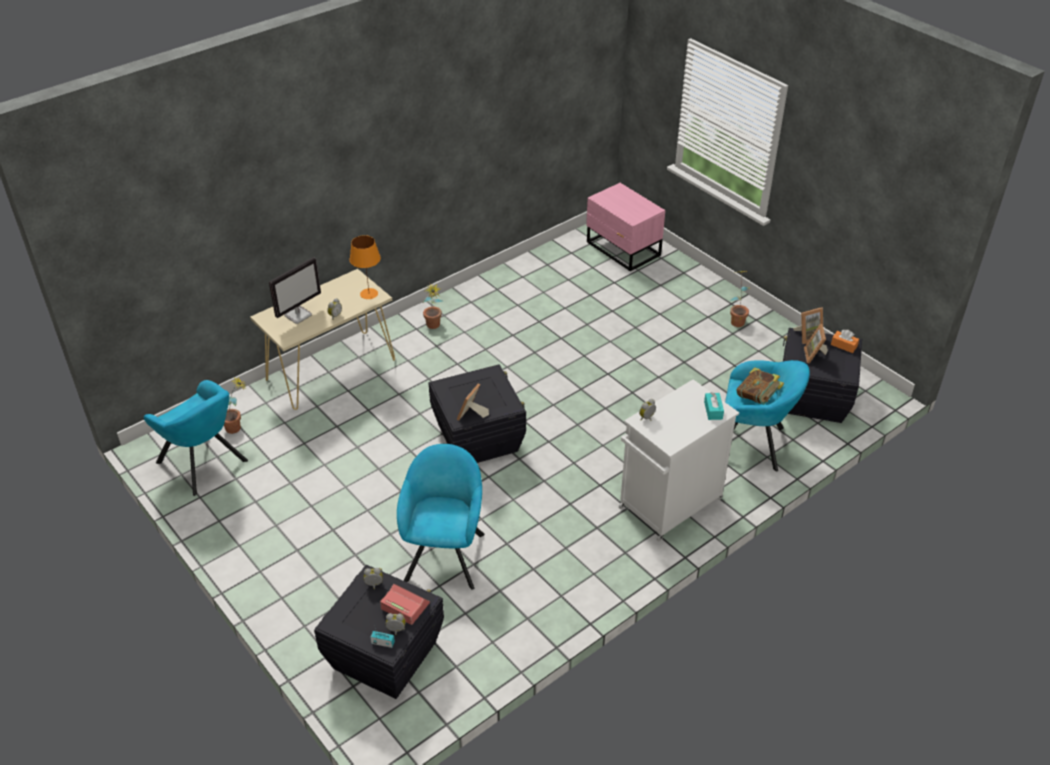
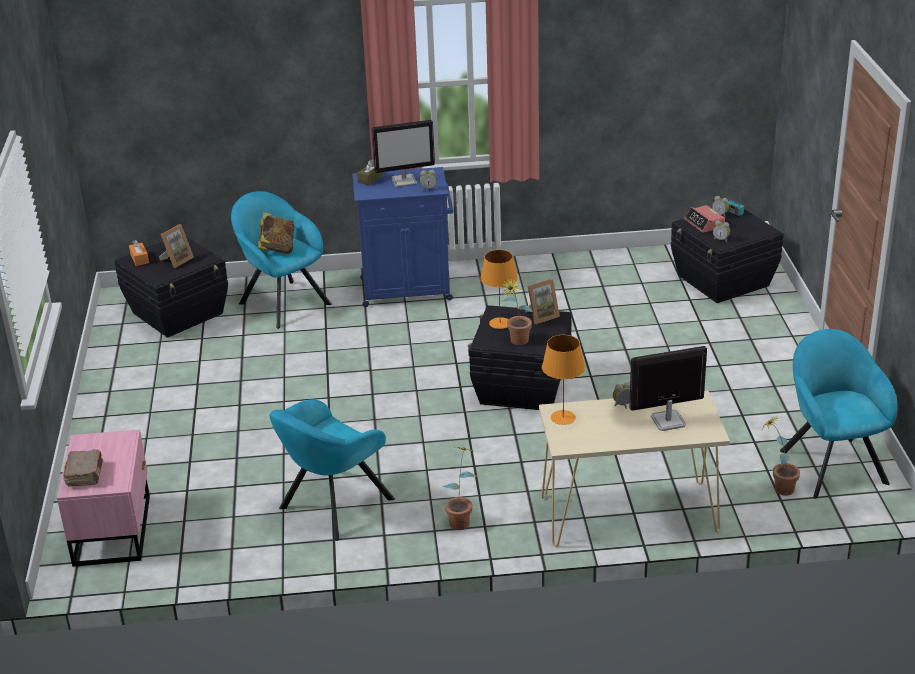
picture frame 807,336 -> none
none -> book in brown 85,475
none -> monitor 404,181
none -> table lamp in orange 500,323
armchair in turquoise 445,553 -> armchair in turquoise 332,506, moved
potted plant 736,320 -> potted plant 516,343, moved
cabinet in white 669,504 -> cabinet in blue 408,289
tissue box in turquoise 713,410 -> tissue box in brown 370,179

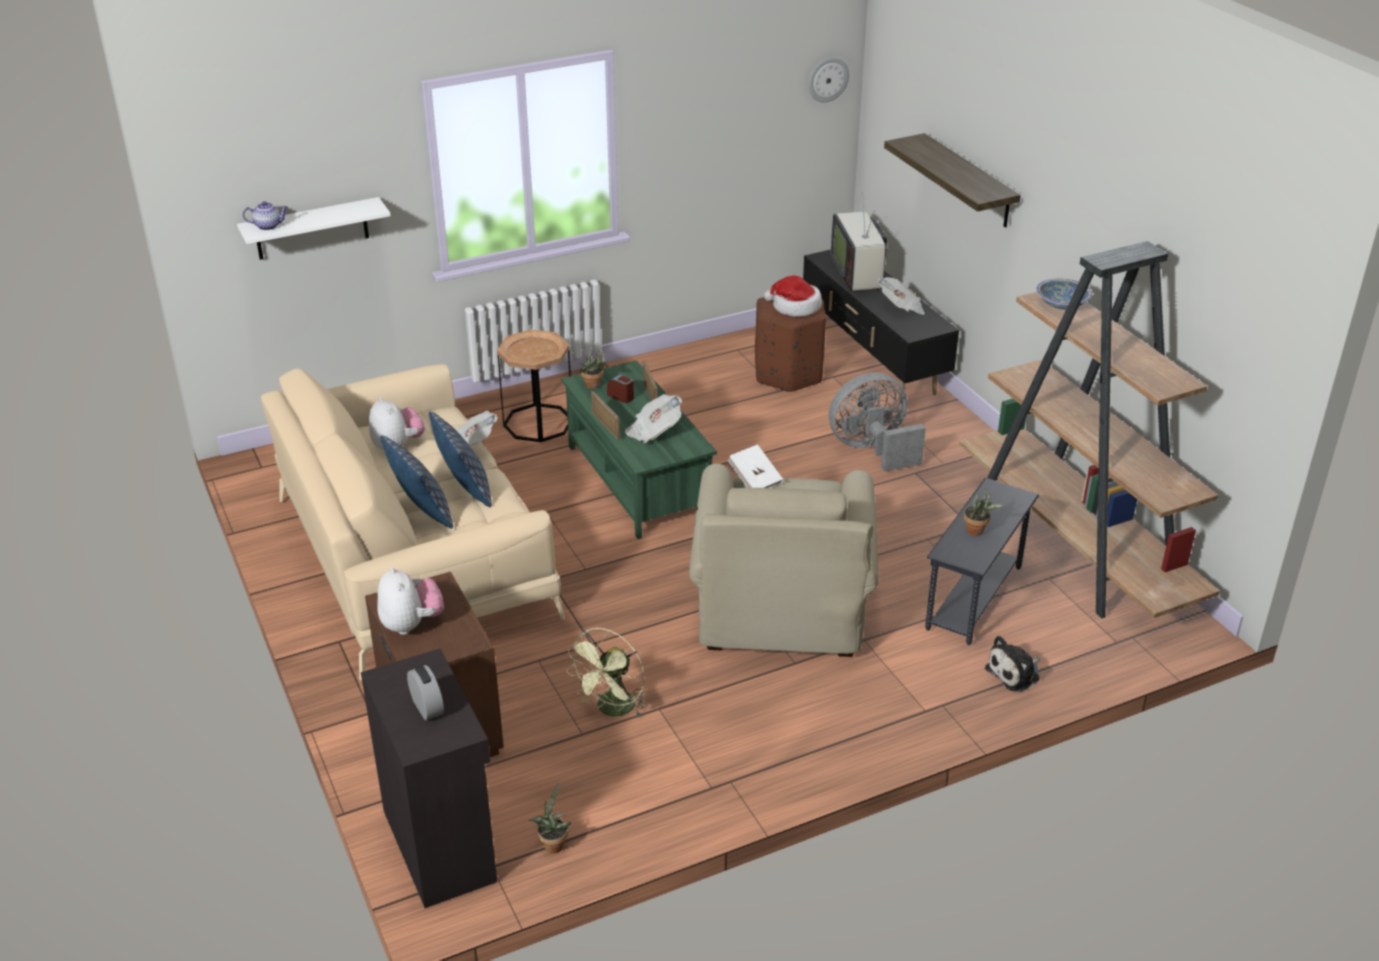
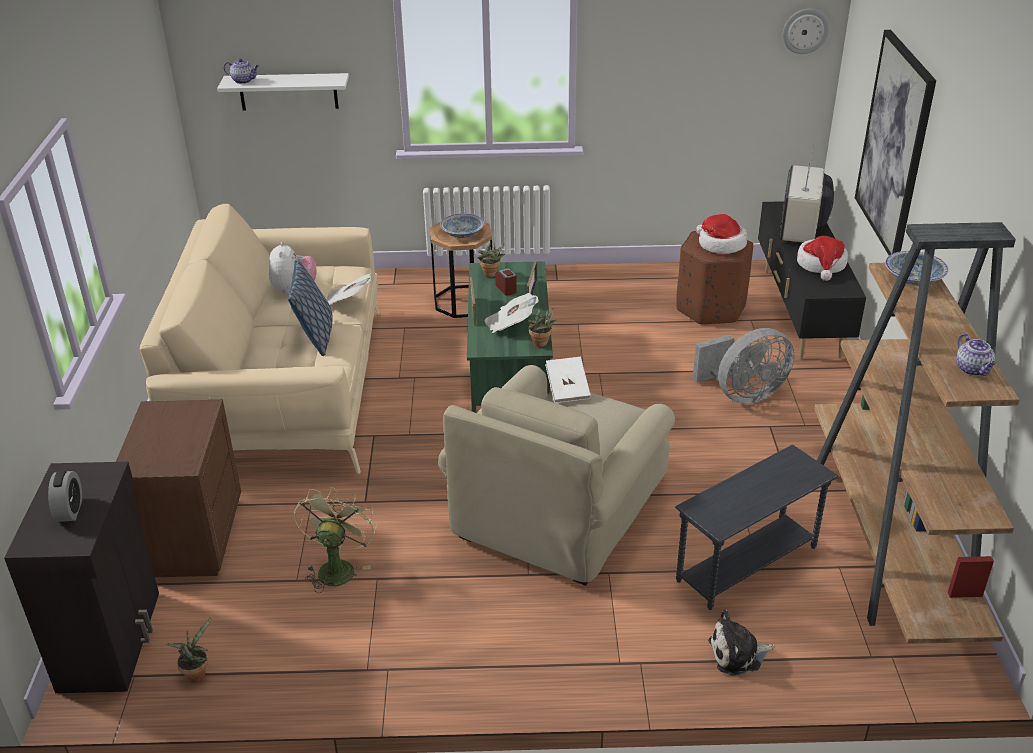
plush toy 411,624 -> none
pillow 422,513 -> none
none -> bowl 462,234
none -> teapot 973,369
potted plant 977,531 -> potted plant 541,344, moved
newspaper 901,308 -> hat 821,265
shelf 968,181 -> picture 894,144
fan in green 612,710 -> fan in green 337,567, 135 degrees clockwise
fan in grey 872,450 -> fan in grey 743,394, 150 degrees clockwise

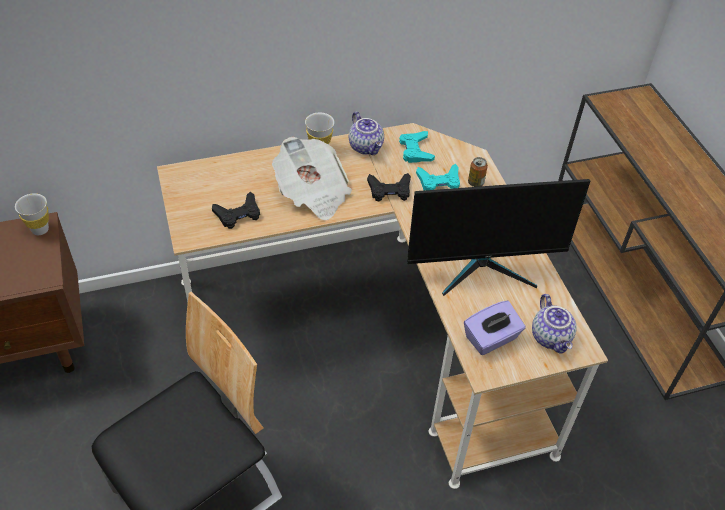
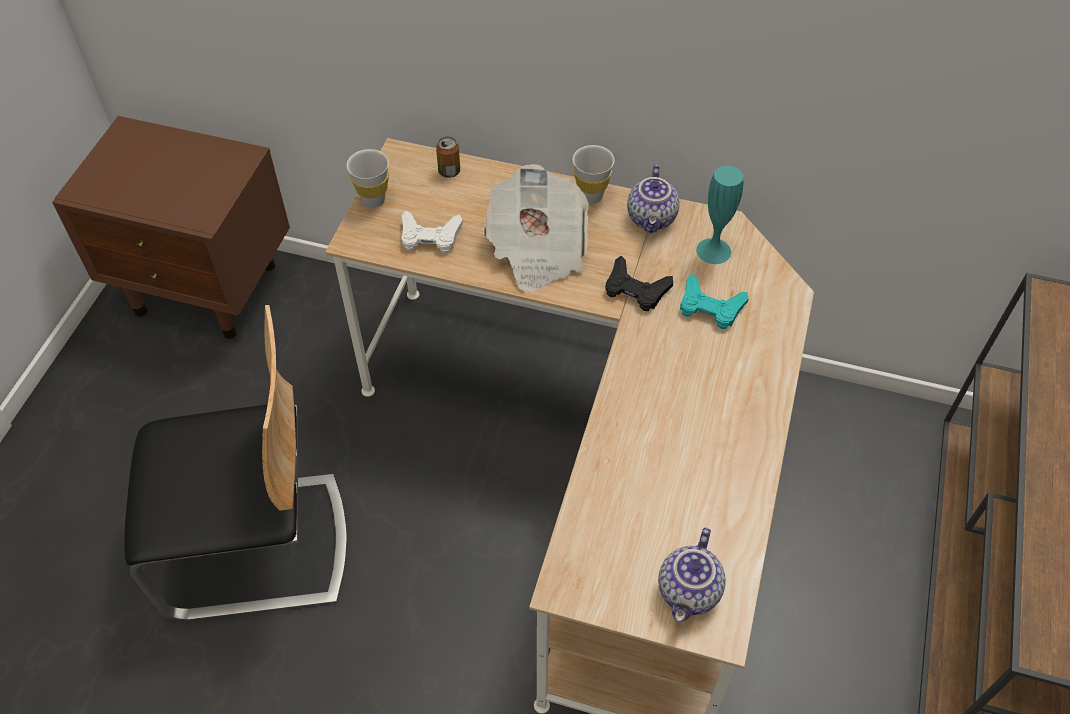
monitor 484,268 -> none
tissue box in purple 491,339 -> none
cup in white 40,229 -> cup in white 373,200, moved
can 475,183 -> can 449,171, moved
game controller in turquoise 415,150 -> vase in turquoise 713,251
game controller in black 238,214 -> game controller in white 430,237

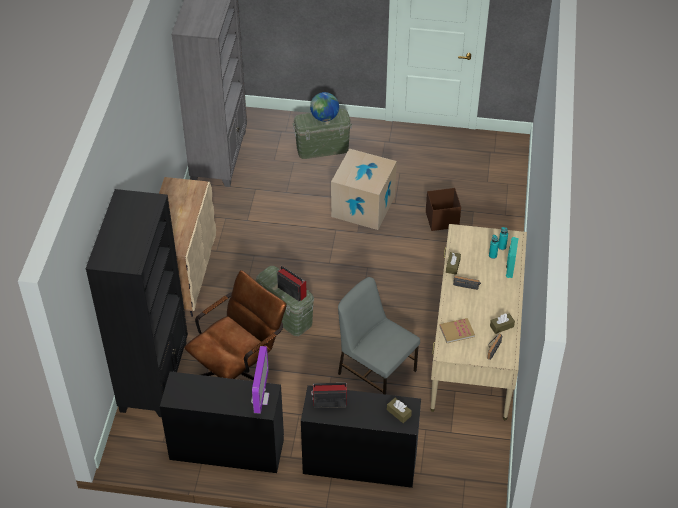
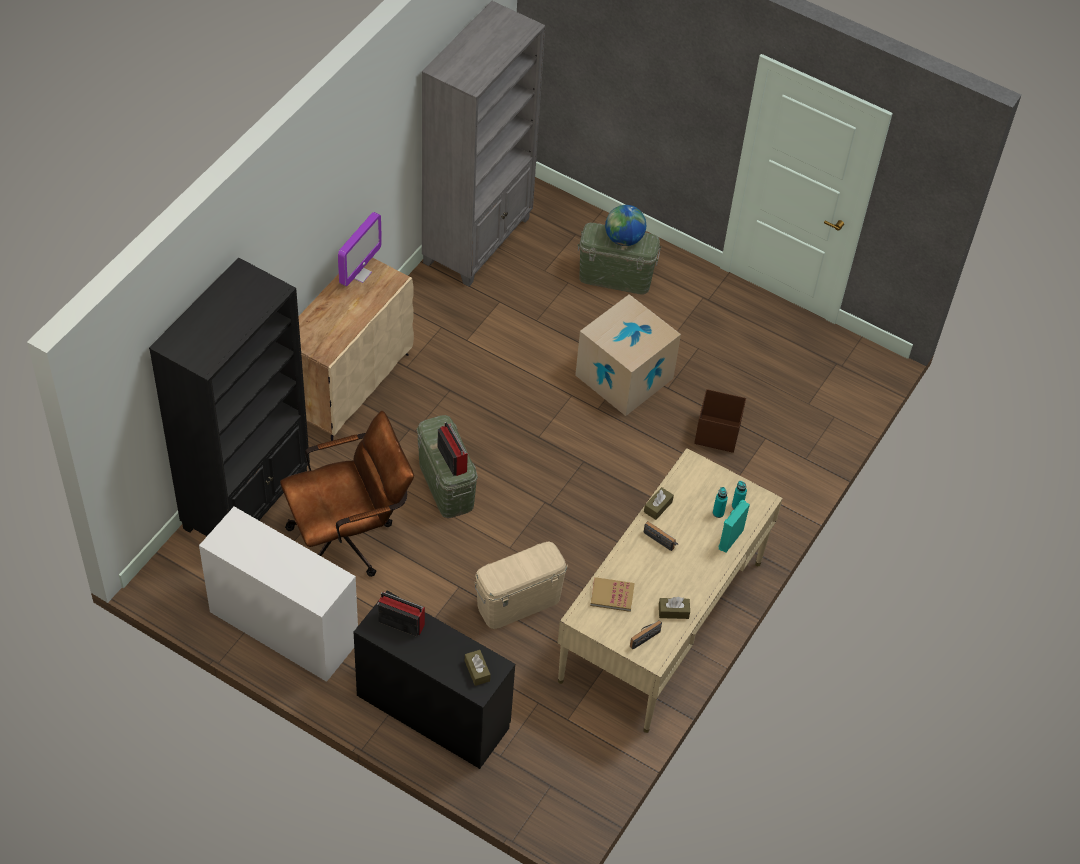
monitor 260,398 -> monitor 359,274, moved
chair in grey 376,371 -> storage box in beige 518,602
desk in black 226,449 -> desk in white 283,627

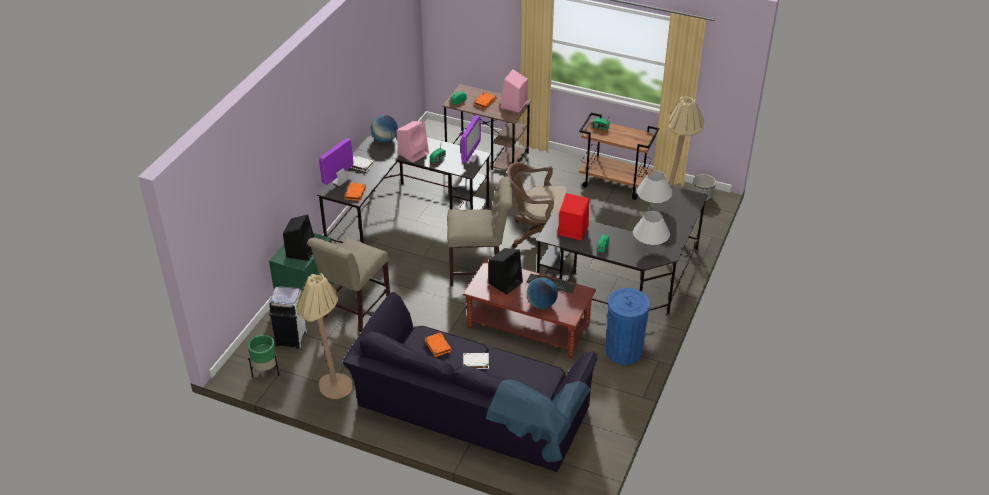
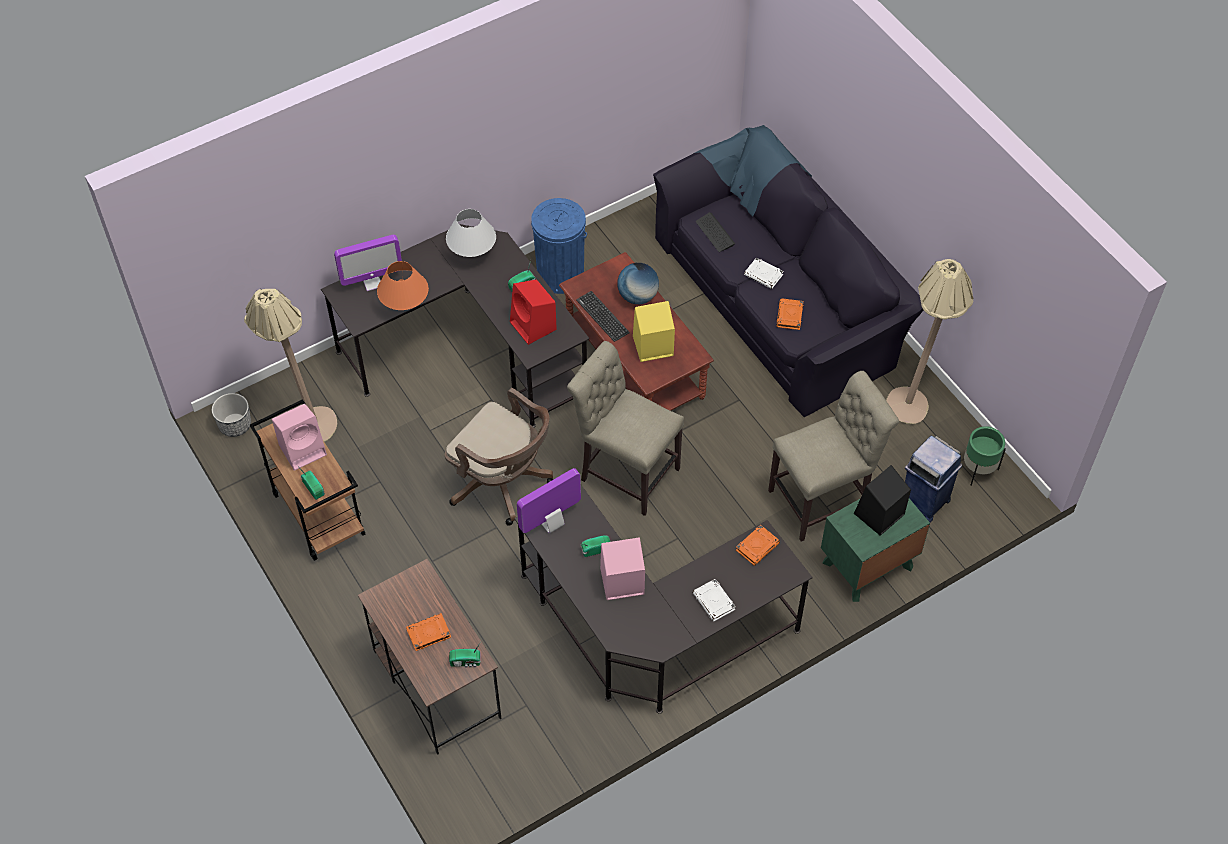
globe 385,139 -> none
none -> keyboard 715,233
monitor 339,182 -> monitor 372,282, moved
speaker in pink 513,105 -> speaker in pink 304,449, moved
trash can in white 291,338 -> trash can in blue 924,500
speaker in black 506,282 -> speaker in yellow 652,346
table lamp in white 652,207 -> table lamp in orange 405,307

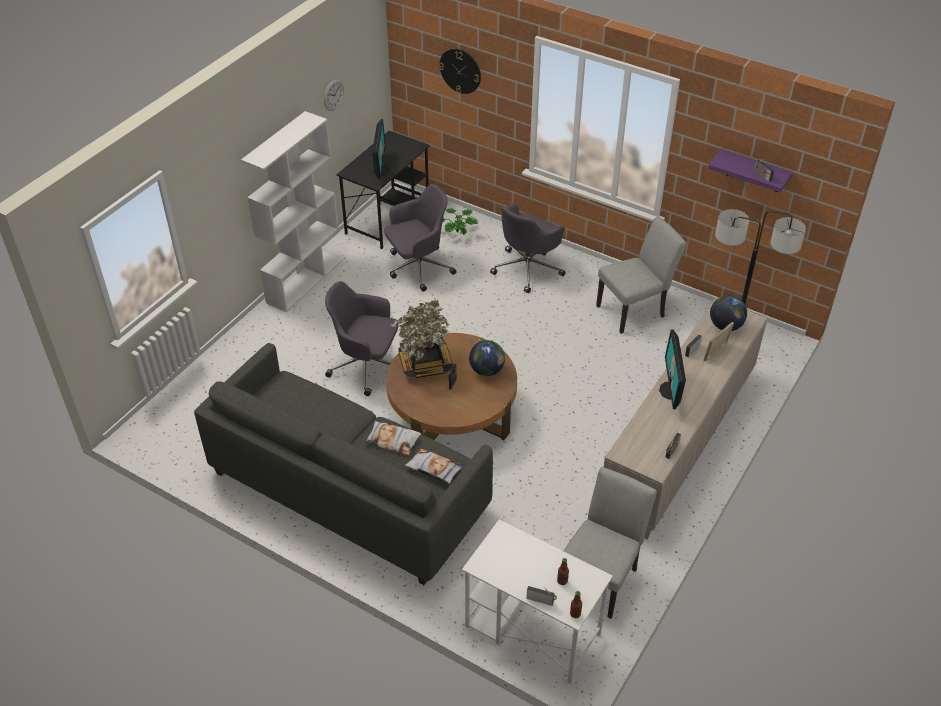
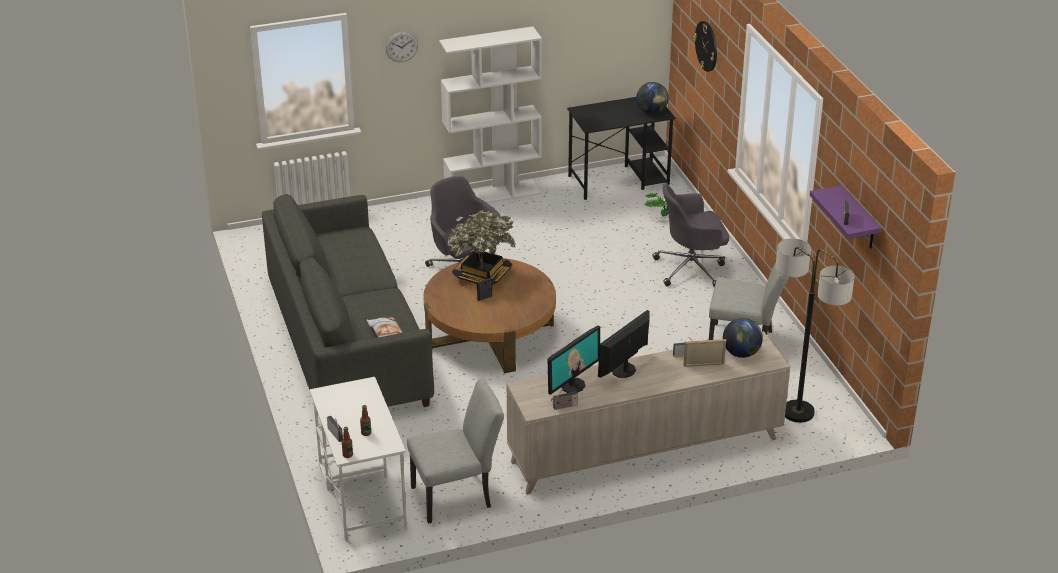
pillow 393,440 -> none
office chair in grey 418,268 -> none
wall clock 333,95 -> wall clock 401,47, moved
monitor 380,169 -> monitor 572,385, moved
globe 487,370 -> globe 652,112, moved

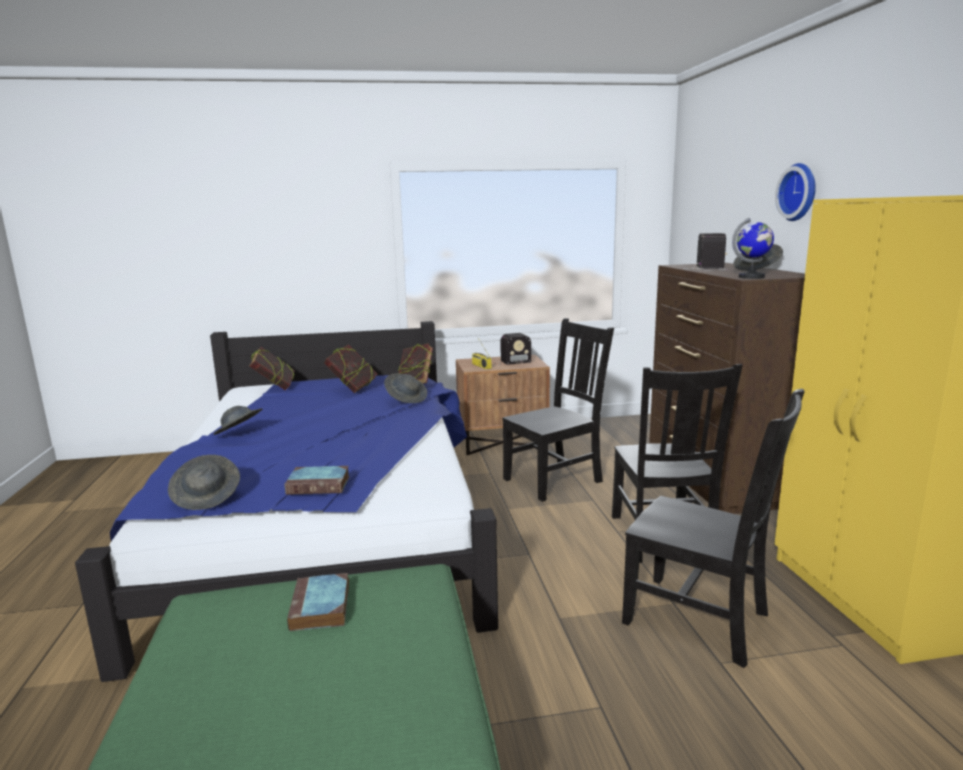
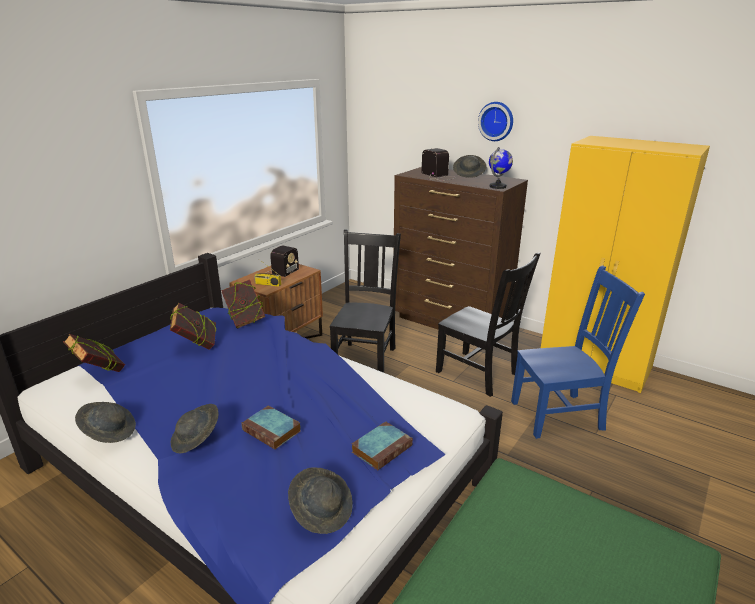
book 321,608 -> book 273,431, moved
hat in grey 406,398 -> hat in grey 109,432, moved
chair in black 701,620 -> chair in blue 560,415

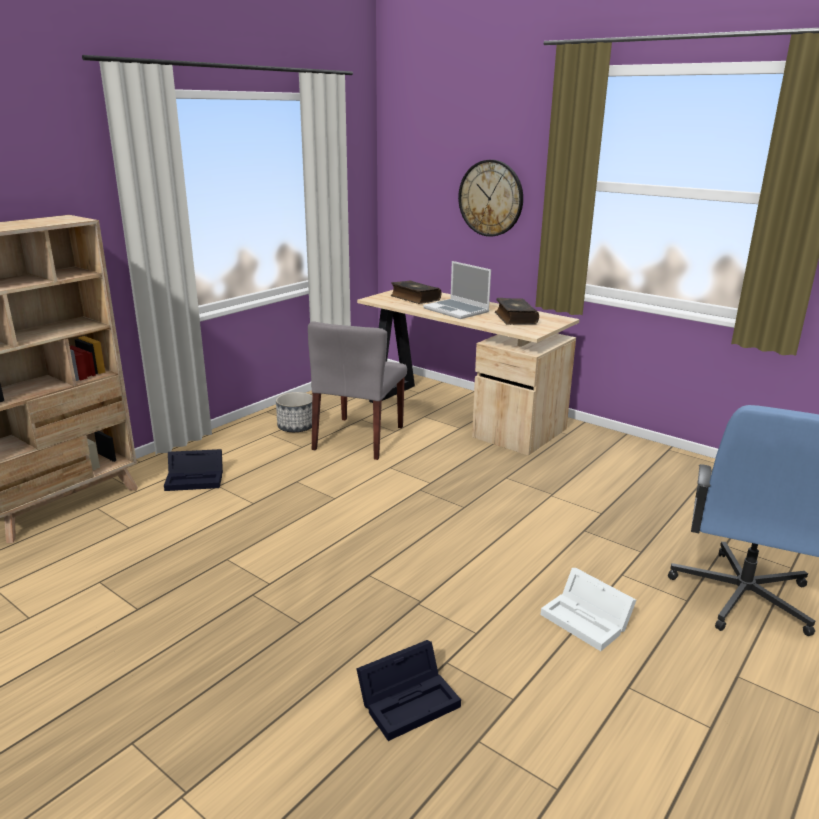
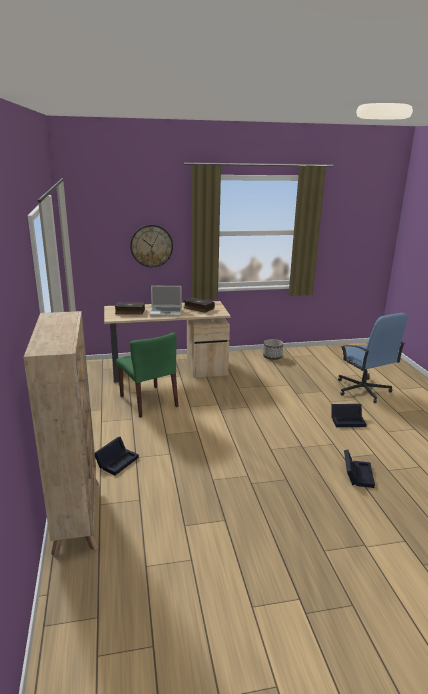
planter 296,427 -> planter 272,357, moved
chair in grey 359,438 -> chair in green 149,401
storage box in white 588,620 -> storage box in black 348,420

